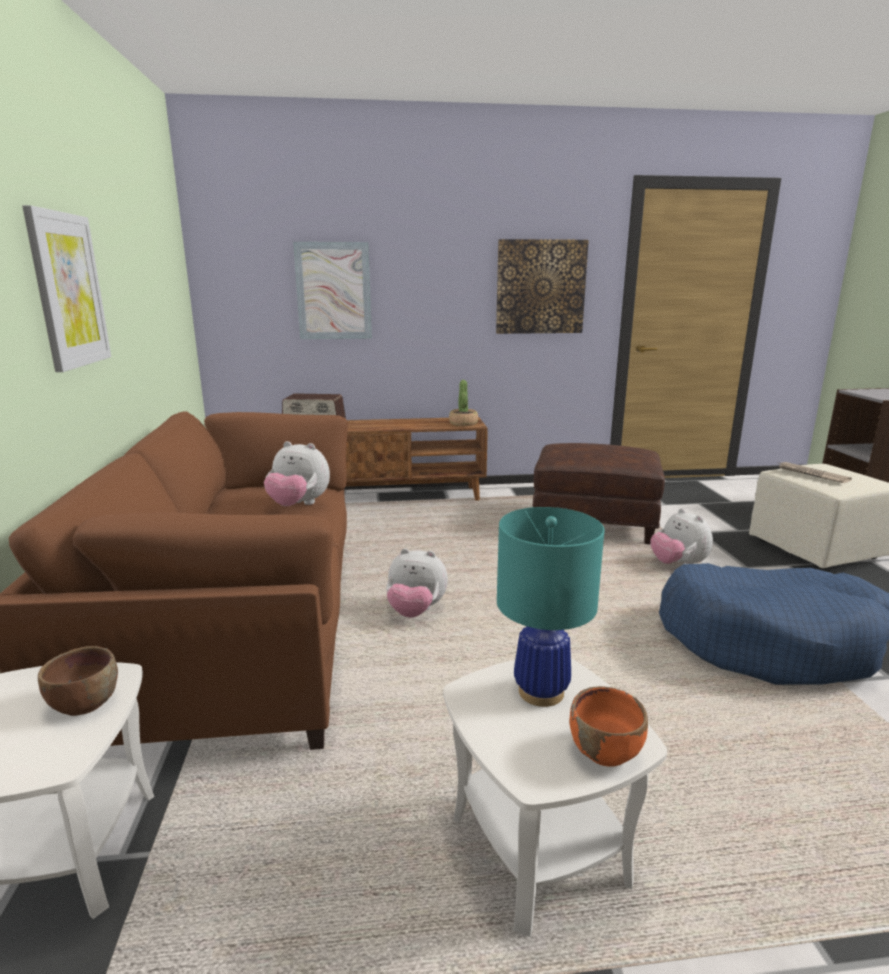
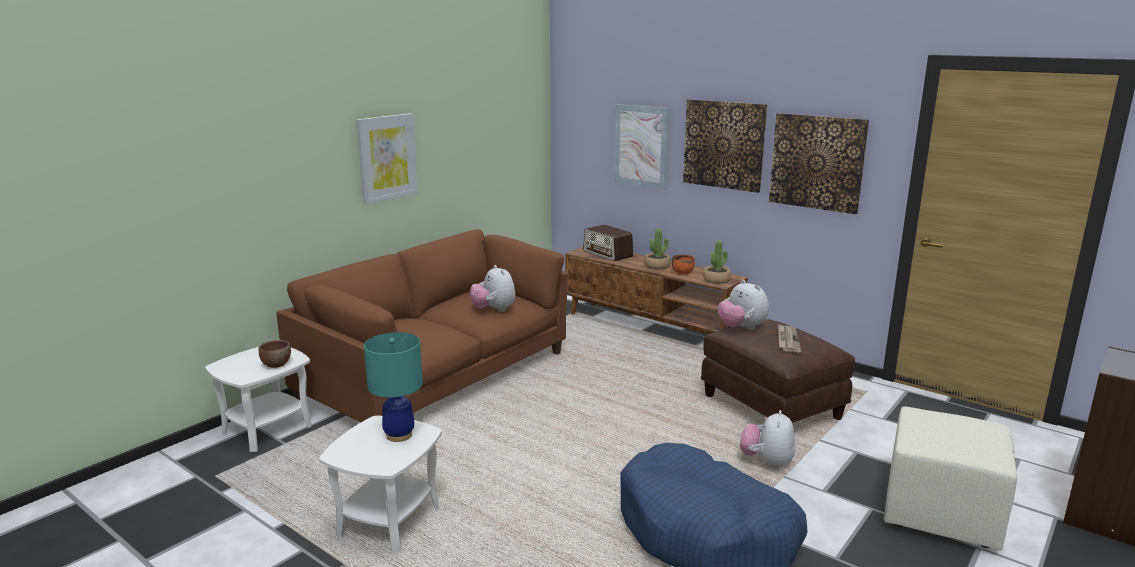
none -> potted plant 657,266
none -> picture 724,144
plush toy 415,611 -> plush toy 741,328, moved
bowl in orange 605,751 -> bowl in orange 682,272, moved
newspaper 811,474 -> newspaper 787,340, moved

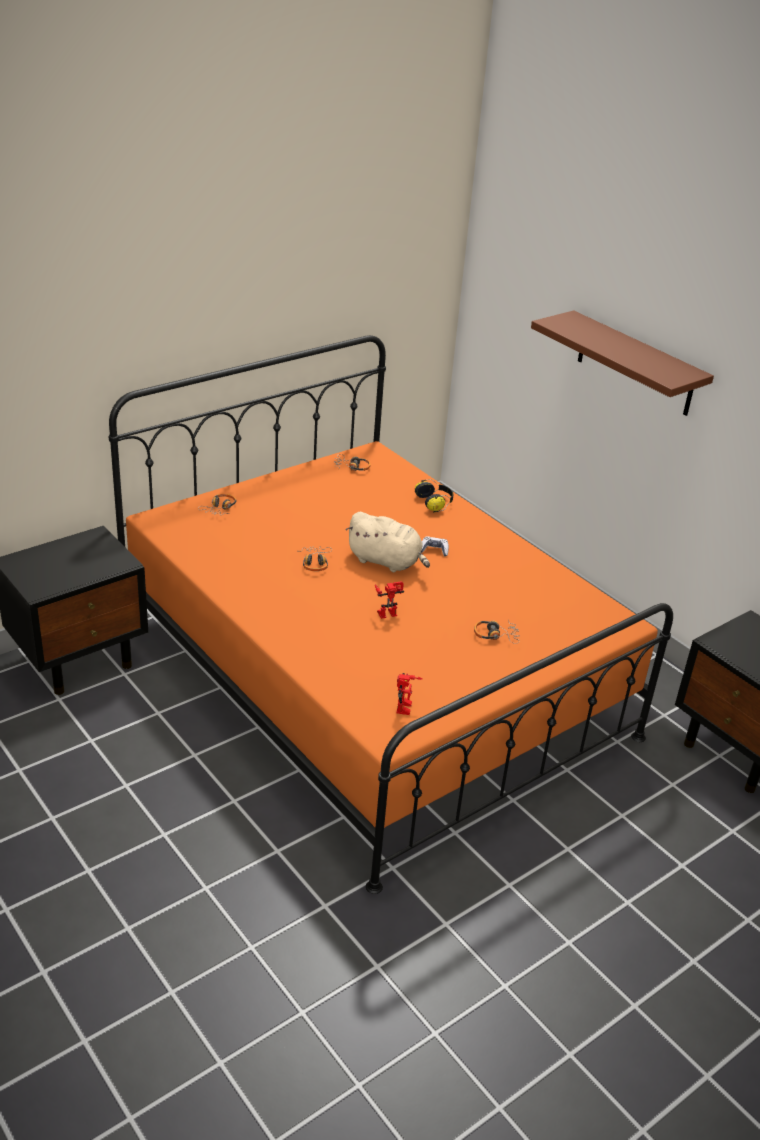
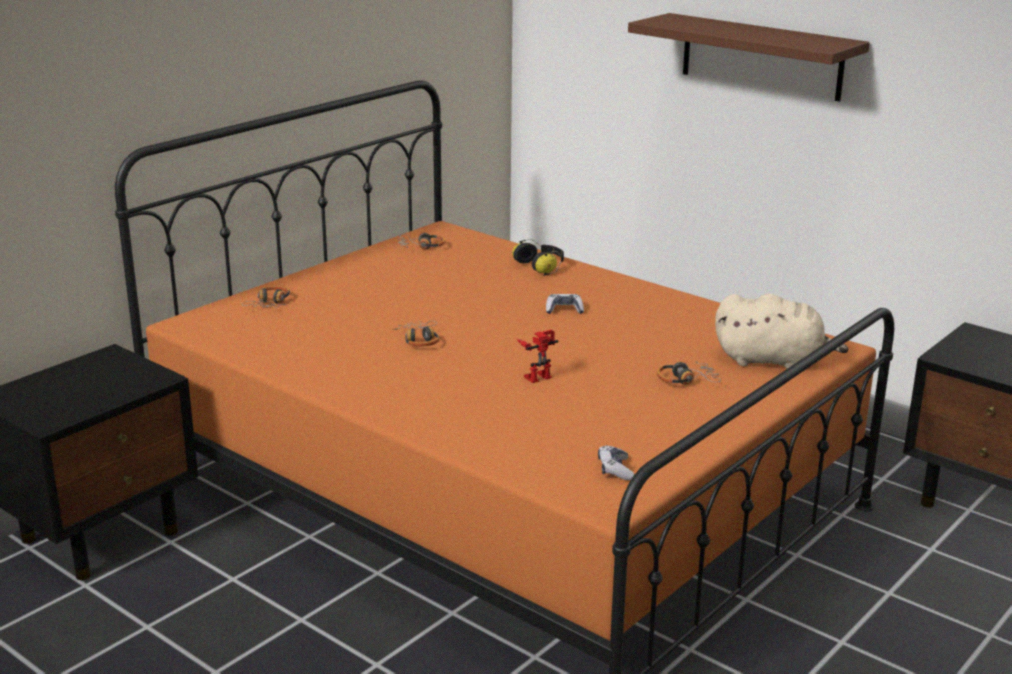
plush toy in beige 386,562 -> plush toy in beige 773,361, moved
toy robot 406,709 -> game controller 615,469

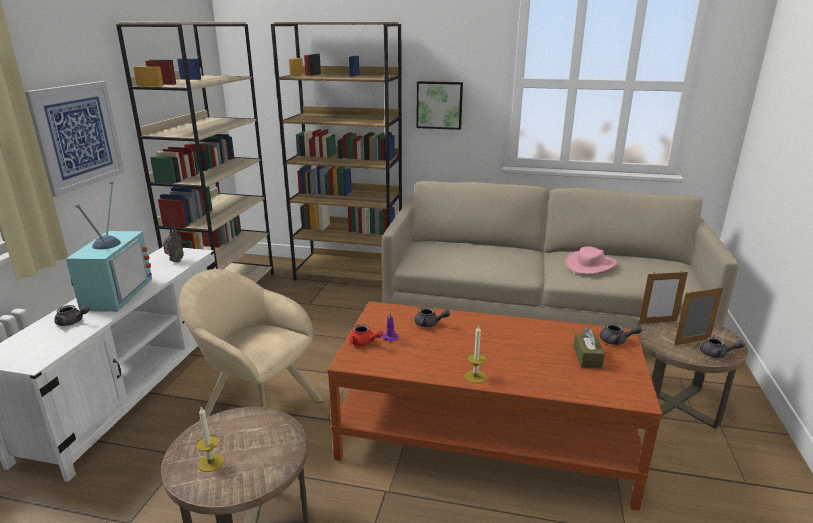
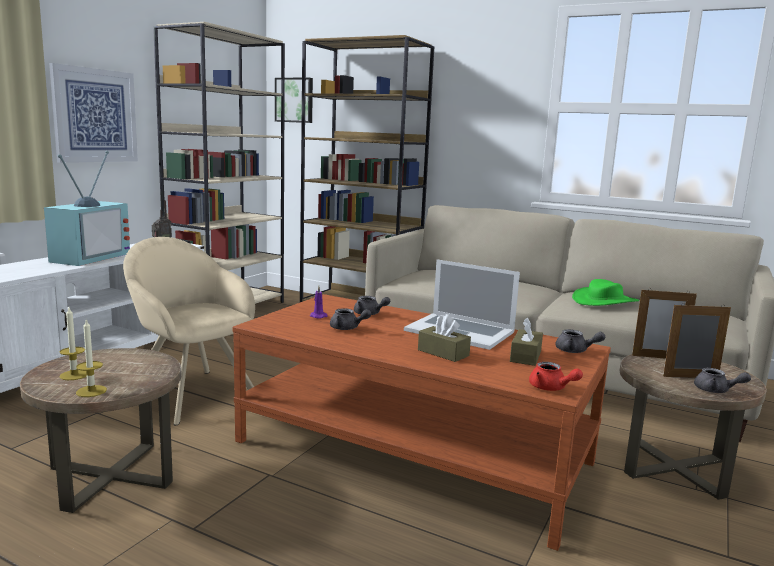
none -> laptop 460,331
none -> tissue box in brown 443,353
teapot in grey 72,322 -> teapot in grey 347,328, moved
teapot in red 364,343 -> teapot in red 551,388, moved
picture 439,105 -> picture 294,100, moved
candle 475,376 -> candle 91,391, moved
hat in pink 591,265 -> hat in green 605,301

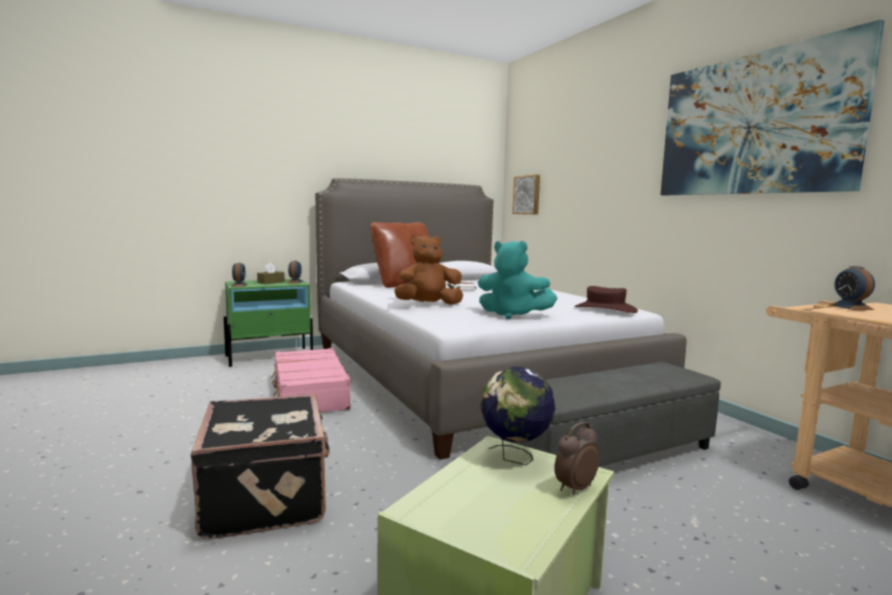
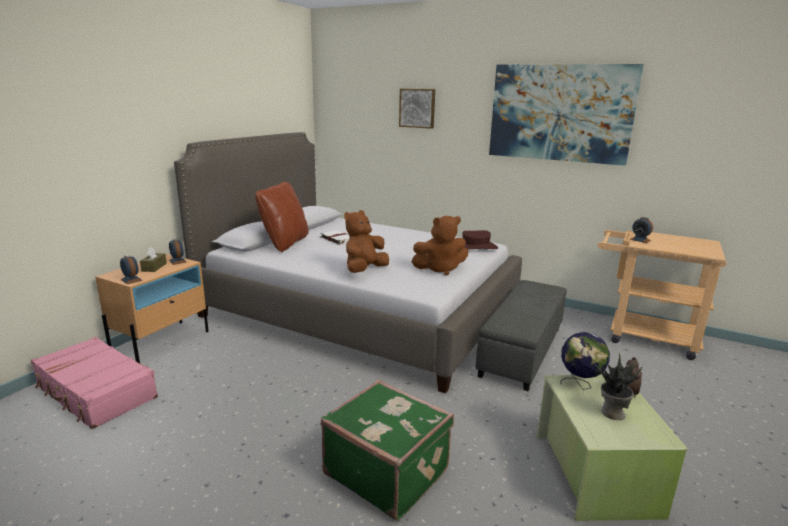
none -> potted plant 612,413
suitcase in pink 309,393 -> suitcase in pink 96,392, moved
picture 527,195 -> picture 417,108, moved
suitcase in black 268,497 -> suitcase in green 387,471
nightstand in green 270,357 -> nightstand in beige 162,342
plush toy in turquoise 512,315 -> plush toy in brown 440,269

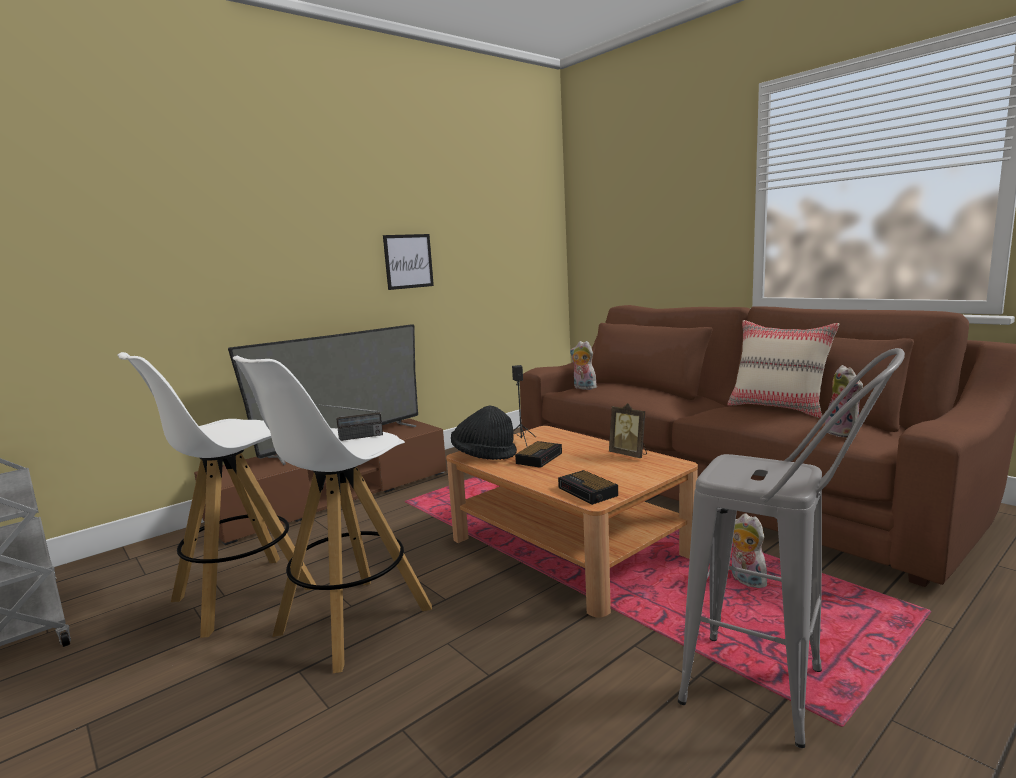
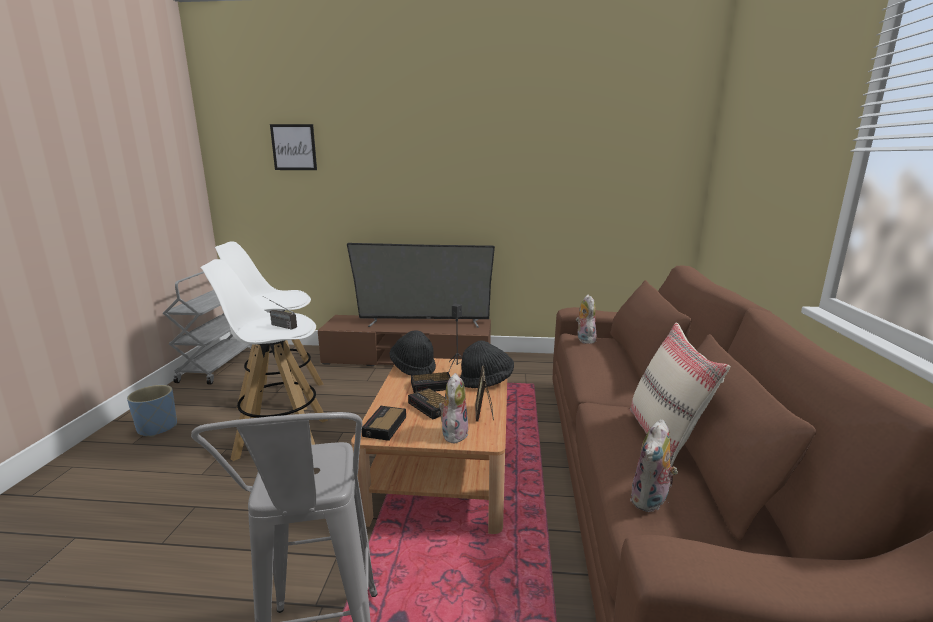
none -> planter in blue 157,428
none -> alarm clock 431,407
none -> hat in black 486,381
picture 408,261 -> picture 294,147, moved
plush toy 745,581 -> plush toy 453,433, moved

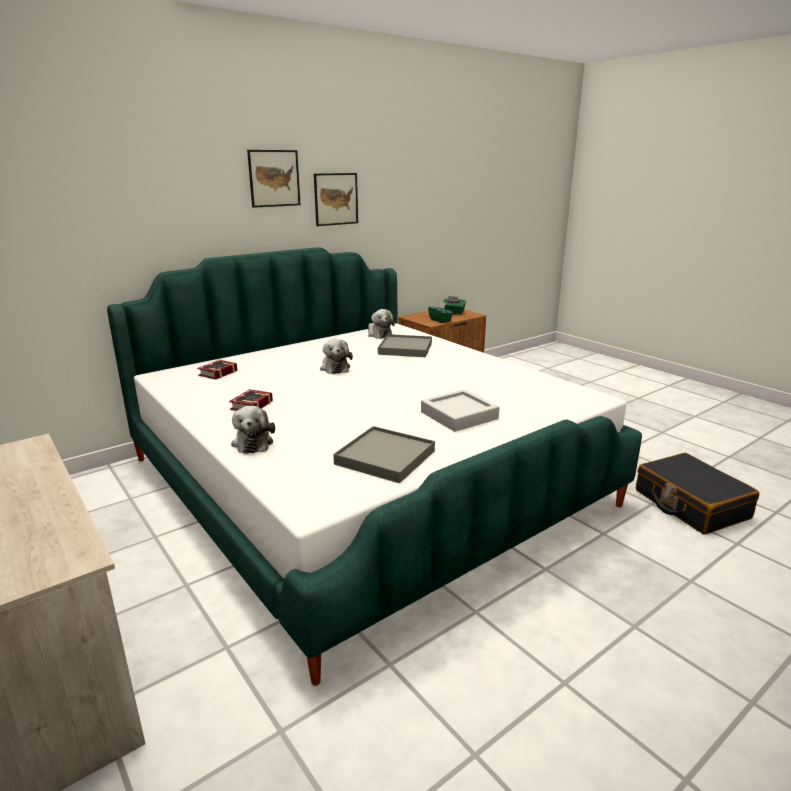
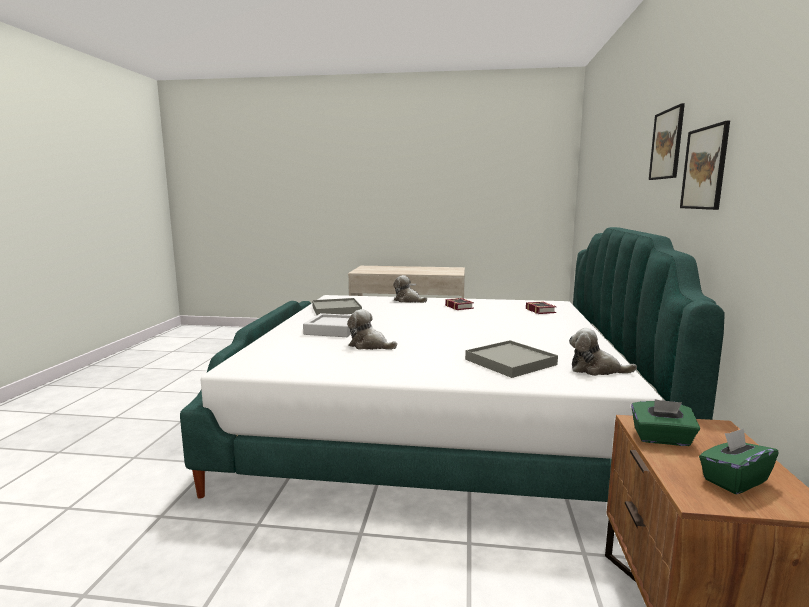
suitcase in black 690,504 -> none
plush toy 335,368 -> plush toy 369,346, moved

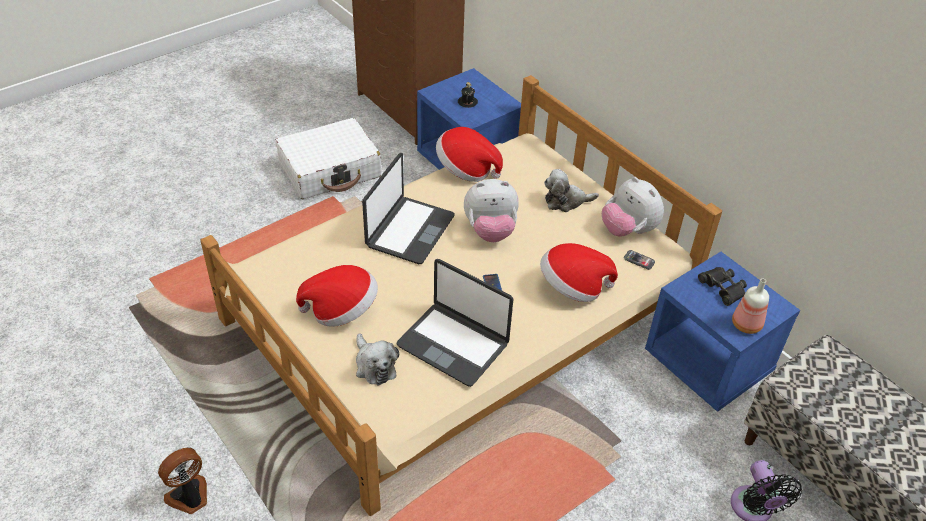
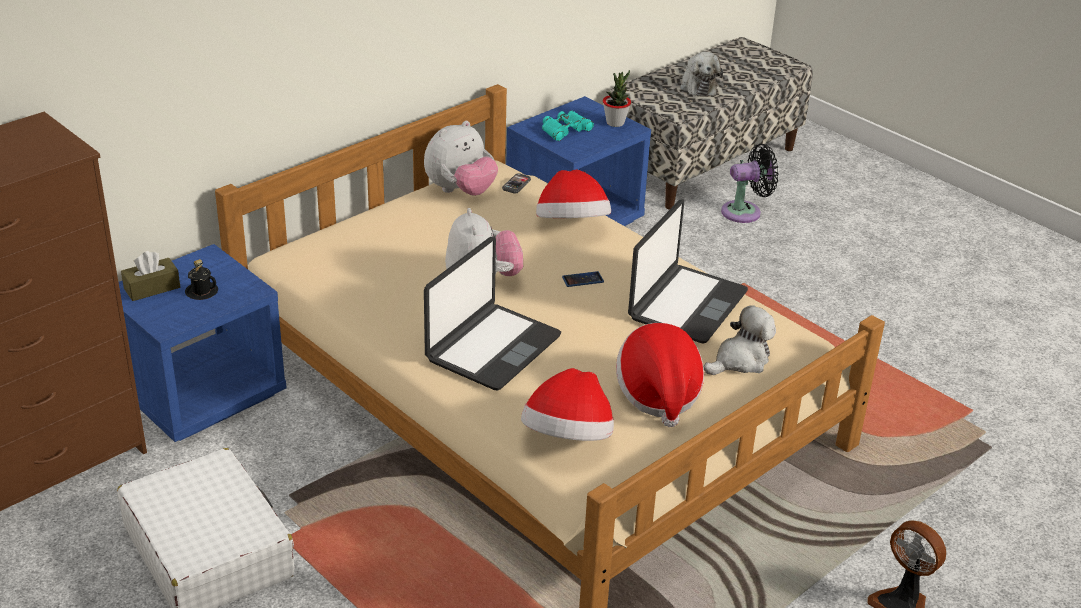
none -> tissue box in brown 152,288
hat 466,169 -> hat 568,439, moved
plush toy 566,201 -> plush toy 697,86, moved
bottle 746,325 -> potted plant 615,123
binoculars in black 722,288 -> binoculars in turquoise 565,130
laptop 409,231 -> laptop 492,348, 105 degrees clockwise

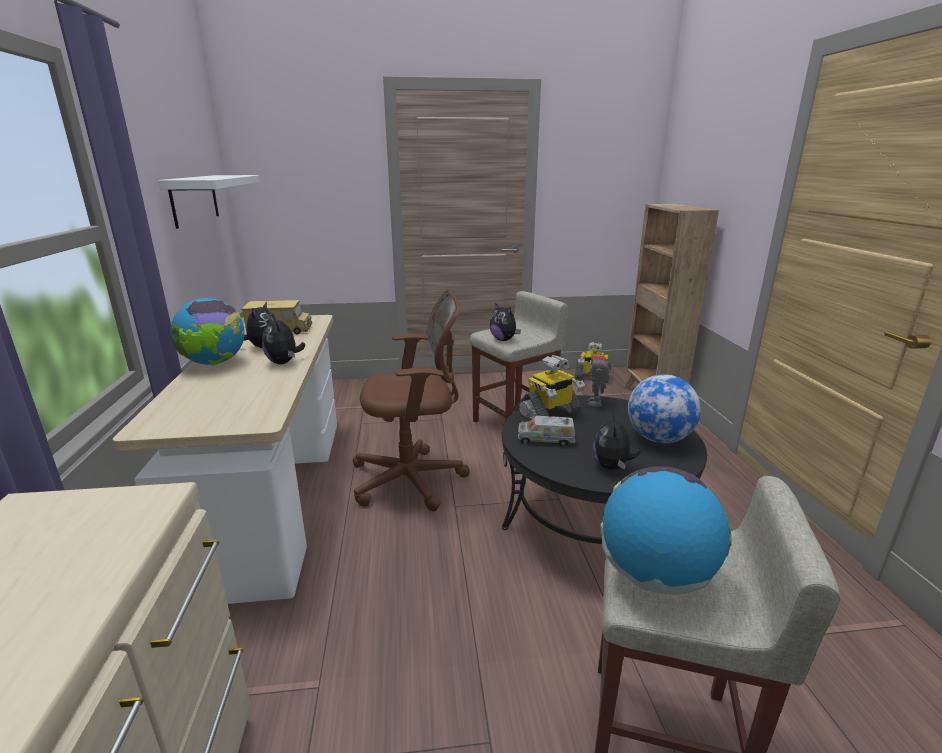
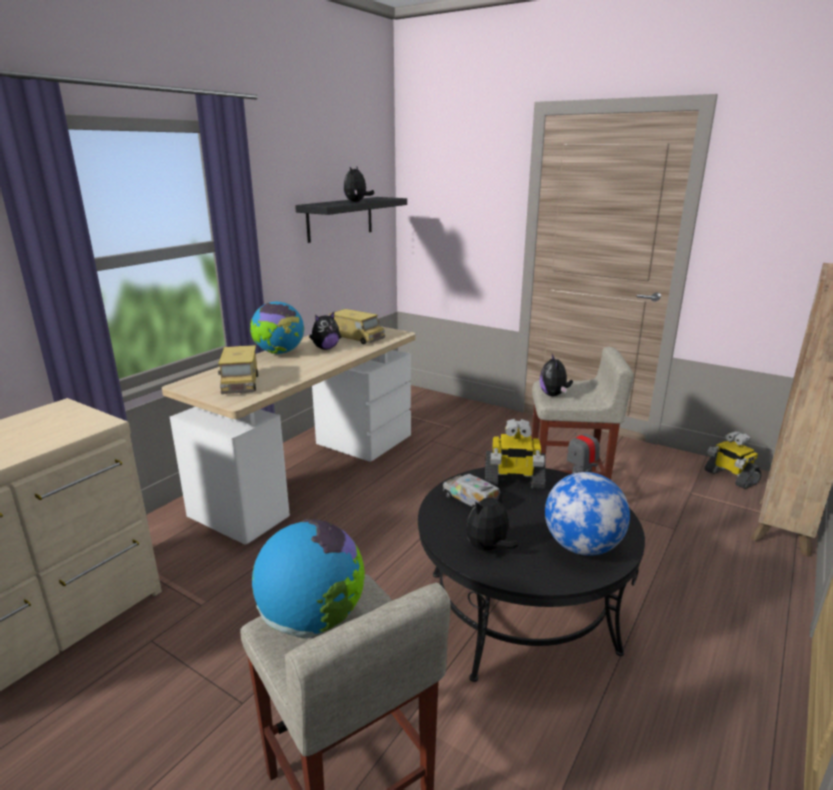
office chair in brown 413,480 -> none
none -> toy truck 241,383
plush toy 284,362 -> plush toy 357,202, moved
shelf in white 194,199 -> shelf in black 340,219

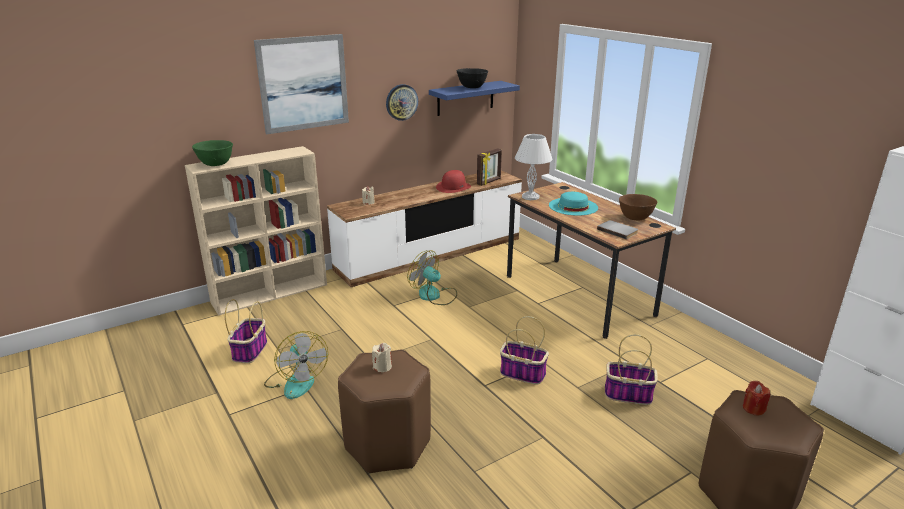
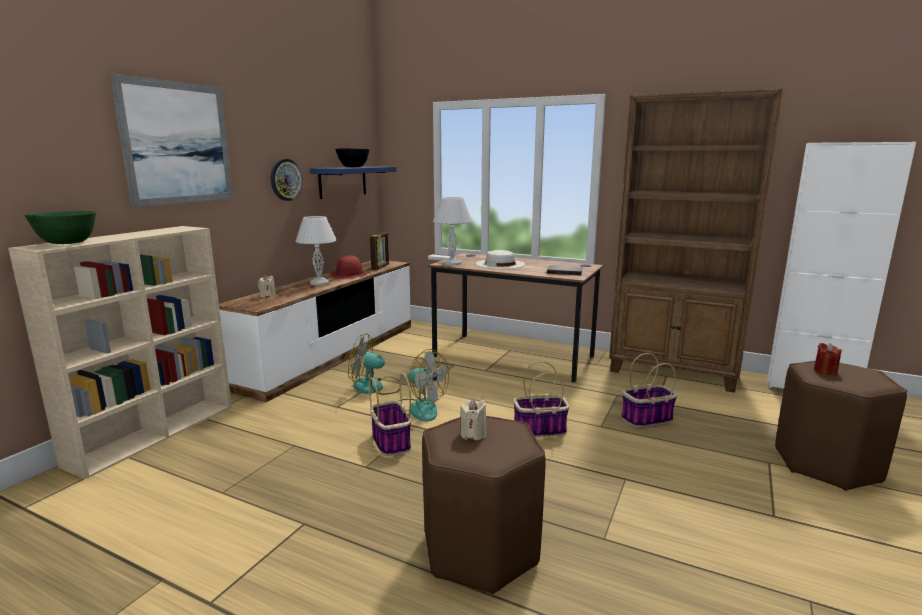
bowl in brown 635,218 -> none
none -> table lamp in white 319,283
none -> bookcase in brown 673,372
basket 250,350 -> basket 390,441, moved
fan 296,381 -> fan 416,409, moved
hat in turquoise 573,206 -> hat in white 500,264

